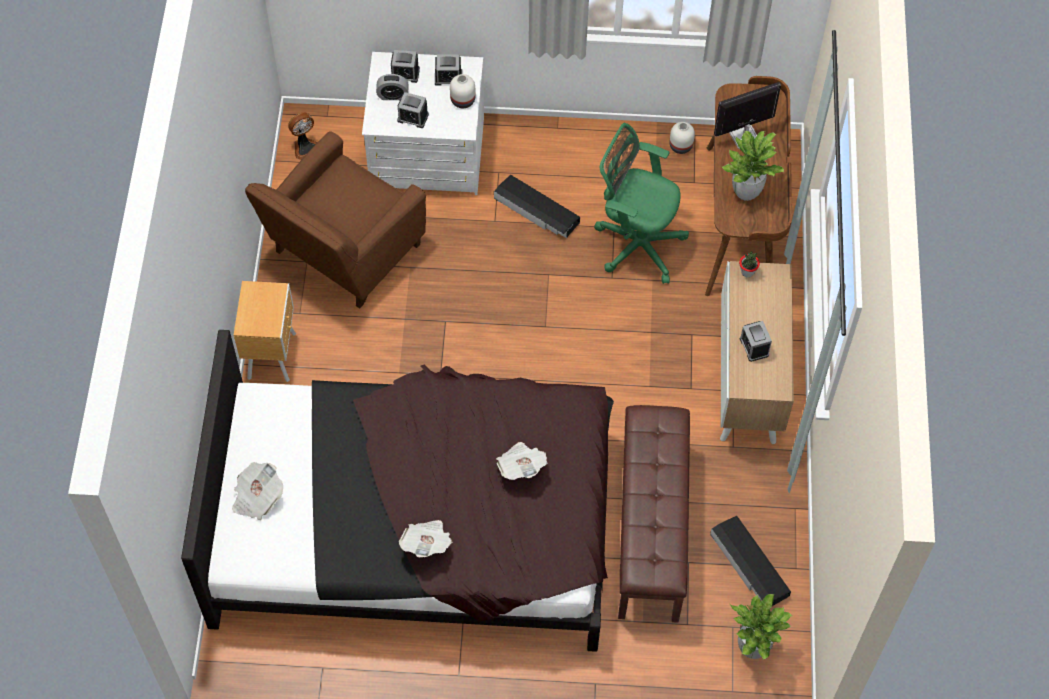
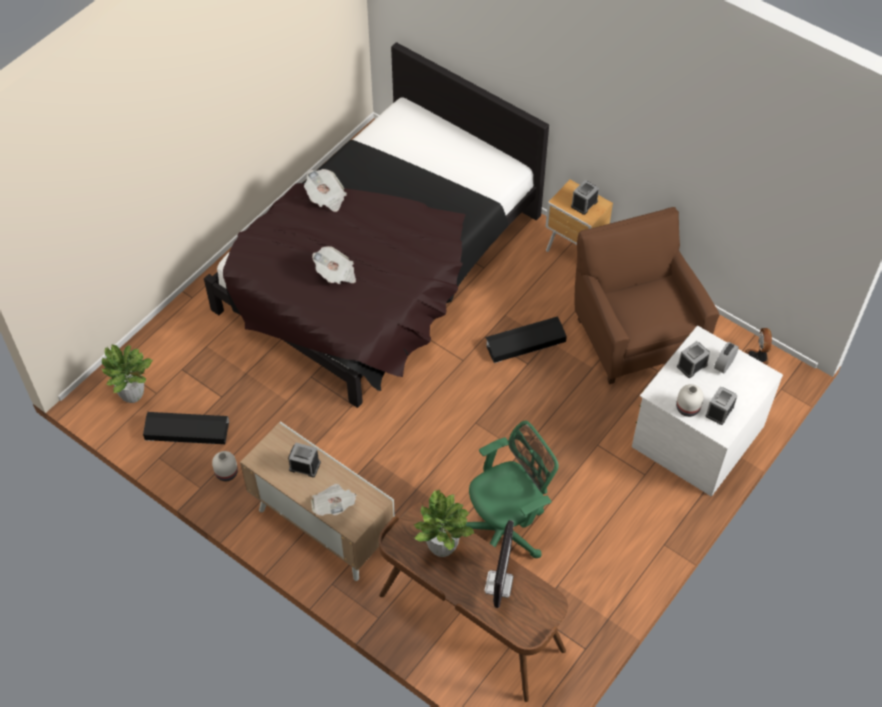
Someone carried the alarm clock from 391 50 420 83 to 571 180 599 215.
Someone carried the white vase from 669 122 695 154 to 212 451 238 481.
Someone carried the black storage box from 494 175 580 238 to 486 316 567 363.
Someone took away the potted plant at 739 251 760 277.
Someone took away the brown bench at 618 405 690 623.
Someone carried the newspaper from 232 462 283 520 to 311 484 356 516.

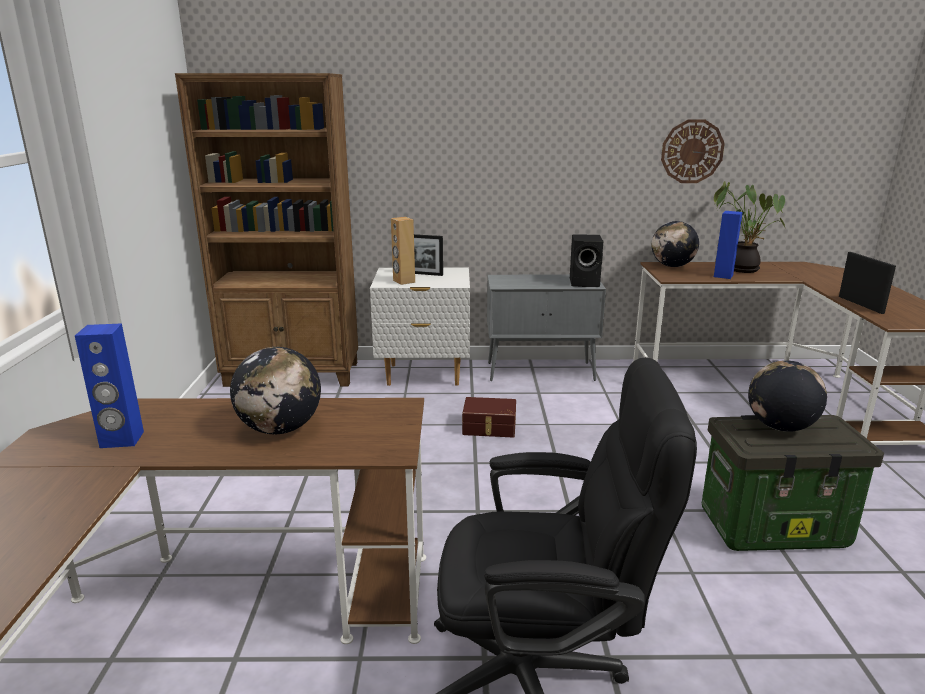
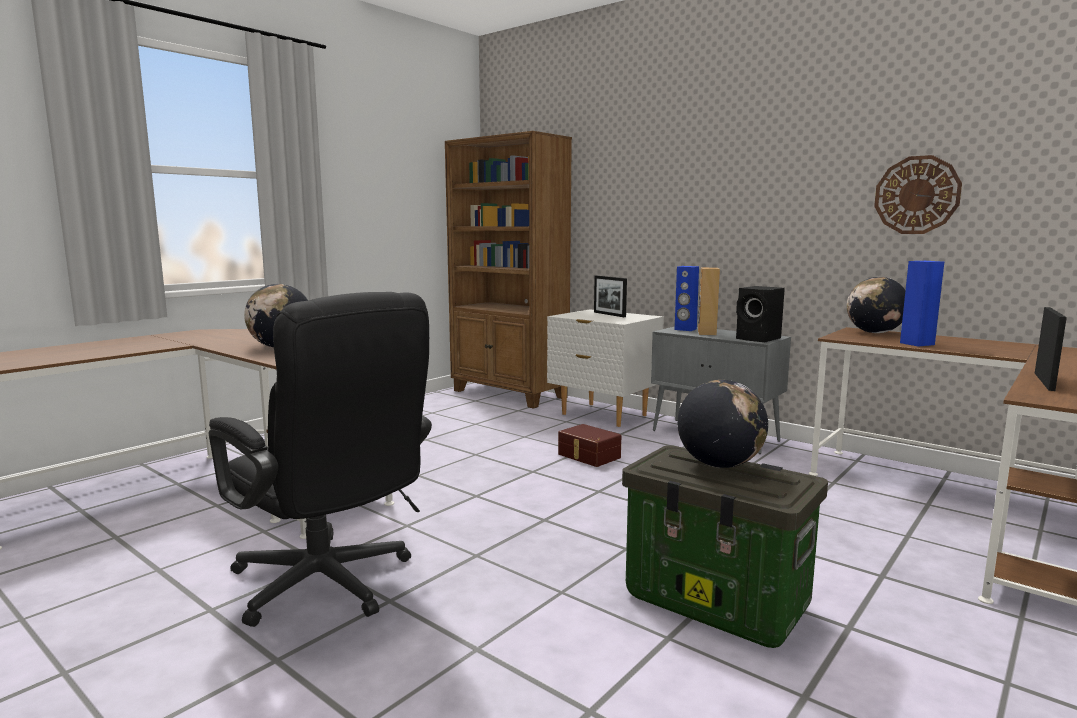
Someone took away the potted plant at 714 181 786 273.
Someone carried the brown speaker from 391 217 415 285 to 698 268 720 335.
Someone carried the blue speaker from 75 323 144 448 to 674 266 699 331.

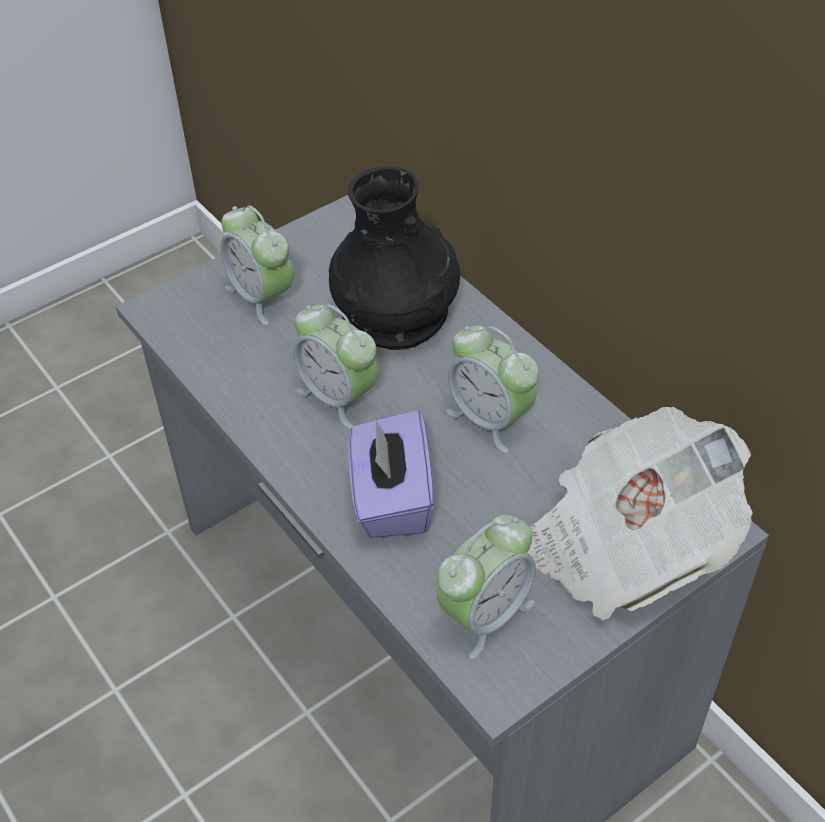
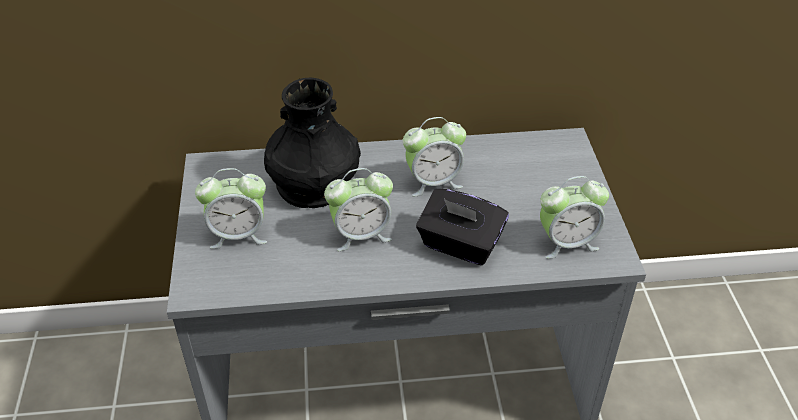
Someone took away the newspaper at 527 407 753 620.
Someone repainted the purple tissue box at 349 410 434 538, which became the black tissue box at 416 189 509 265.
Someone rotated the alarm clock at 437 515 536 659 by 90 degrees clockwise.

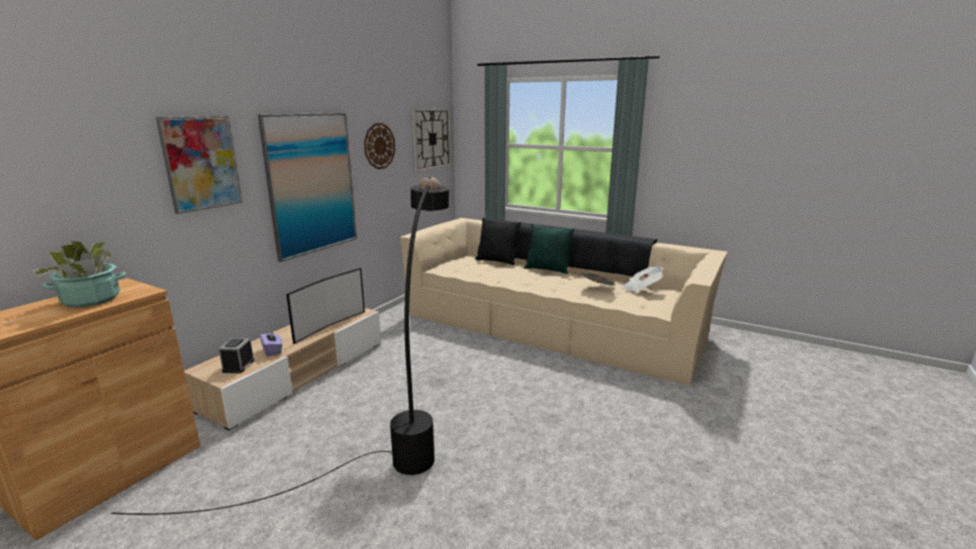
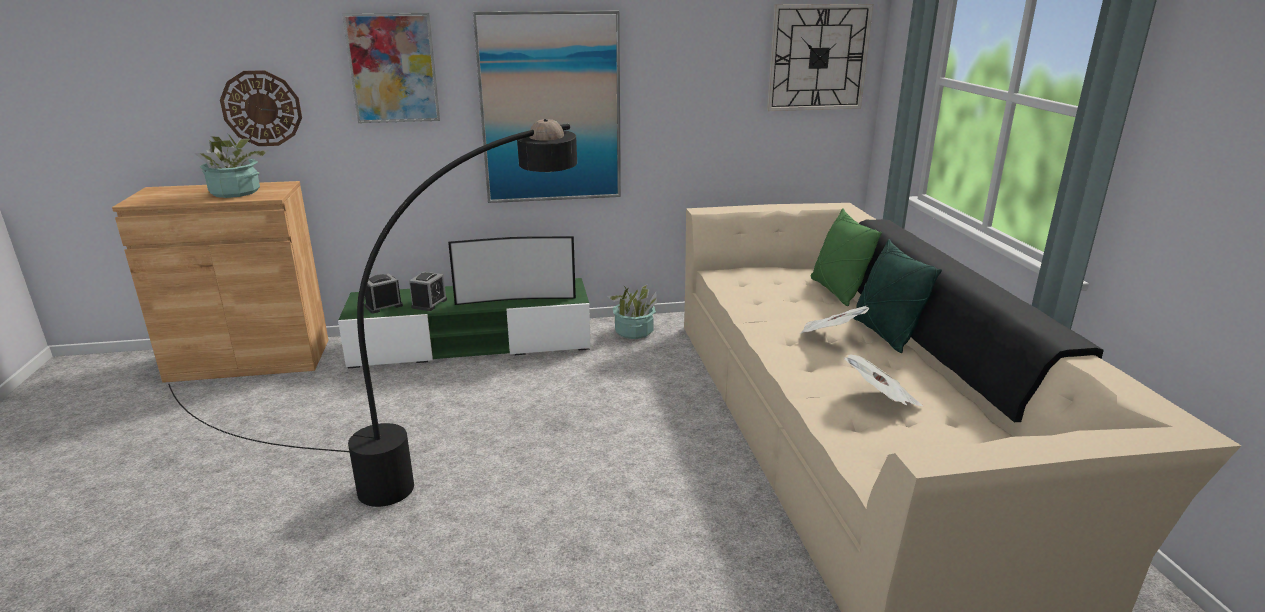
Someone carried the wall clock from 364 123 395 169 to 220 70 302 146.
Someone repainted the black pillow at 475 217 521 265, which became the green pillow at 811 209 882 306.
Someone carried the newspaper from 621 267 663 292 to 799 305 869 334.
Someone repainted the beige tv stand at 184 308 381 430, which became the green tv stand at 338 278 590 368.
Someone swapped the purple tissue box at 260 330 282 356 for the alarm clock at 409 272 447 311.
Someone put down the potted plant at 607 285 657 339.

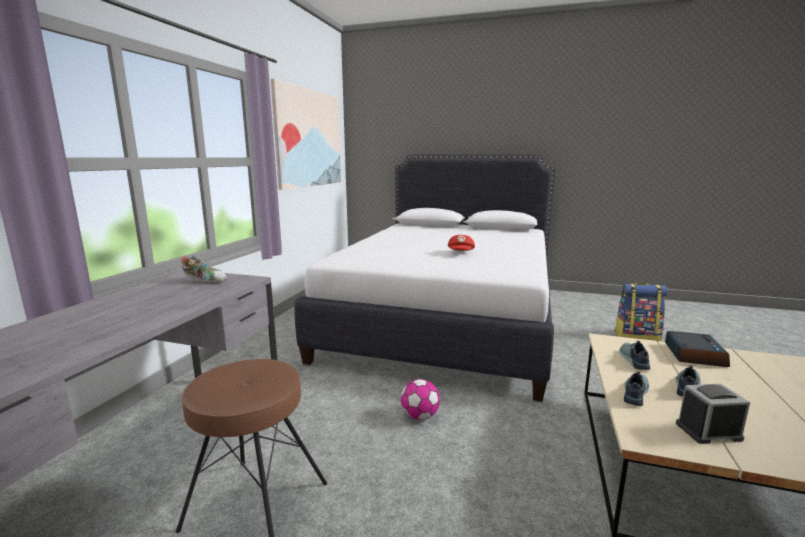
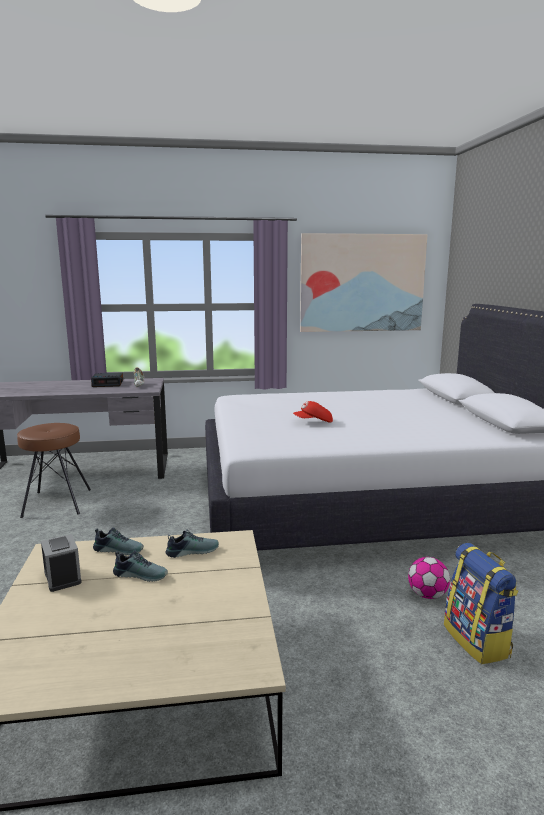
Someone carried the alarm clock from 665 331 730 367 to 91 373 123 387.
Someone carried the football from 401 379 440 420 to 408 557 450 599.

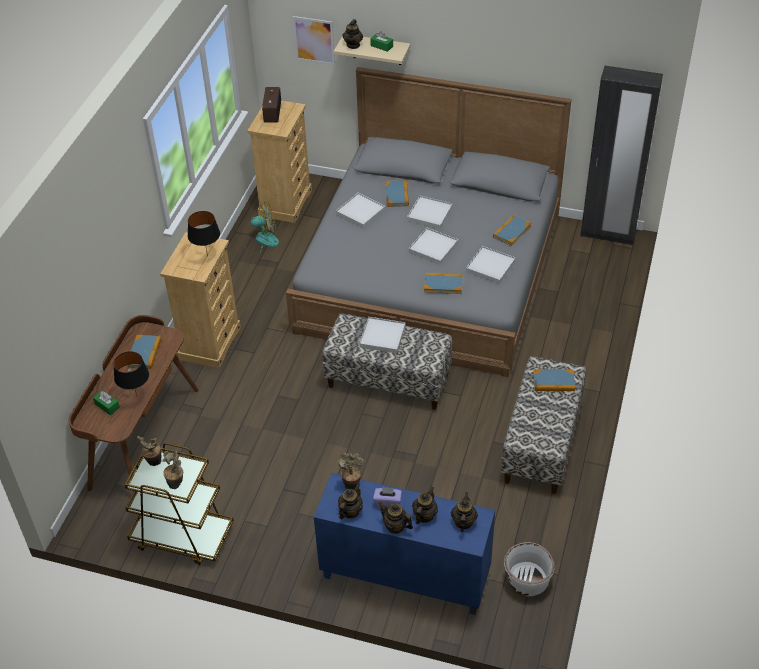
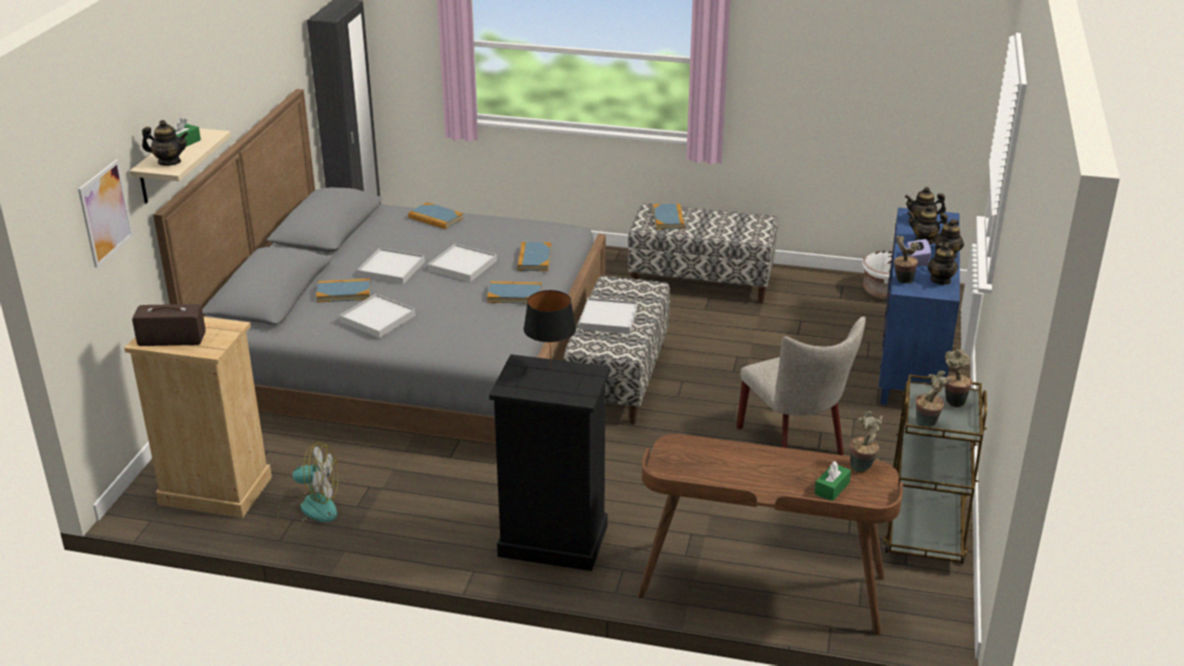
Someone rotated the fan at 243 202 279 255 by 105 degrees clockwise.
Someone repainted the beige dresser at 160 232 241 368, which became the black dresser at 489 354 610 571.
Someone took away the white tray at 466 246 516 284.
Someone carried the book from 127 335 161 369 to 487 281 542 304.
Someone took away the black table lamp at 113 351 149 396.
Someone rotated the teapot at 338 483 363 519 by 120 degrees counterclockwise.
Someone put down the beige chair at 736 316 866 455.
Someone put down the potted plant at 850 411 883 472.

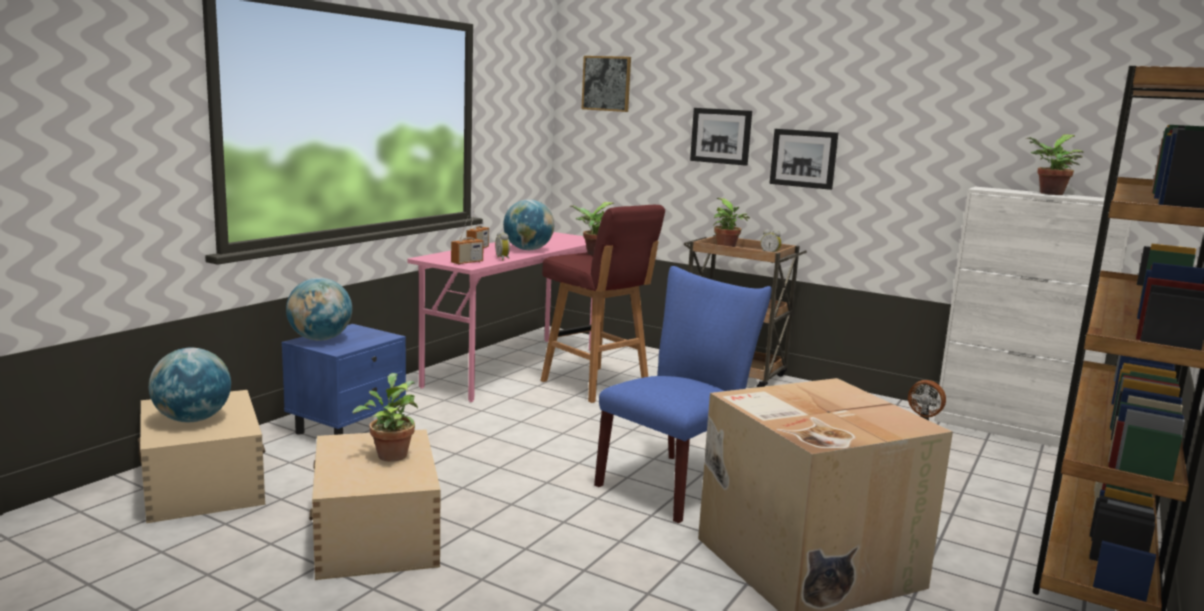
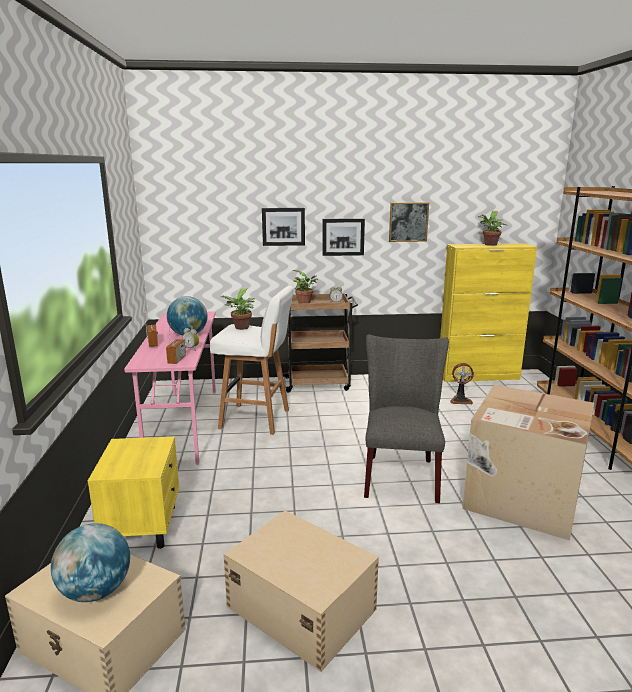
Someone carried the picture from 581 56 631 112 to 389 202 429 242.
Someone repainted the white cabinet at 934 187 1132 448, which became the yellow cabinet at 440 243 537 382.
Someone repainted the red stool at 541 205 665 403, which became the white stool at 210 286 294 435.
Someone repainted the blue chair at 594 266 772 523, which became the grey chair at 364 334 449 503.
Someone took away the globe at 286 278 352 341.
Someone repainted the blue nightstand at 282 324 406 435, which became the yellow nightstand at 88 437 179 549.
Someone took away the potted plant at 352 373 418 462.

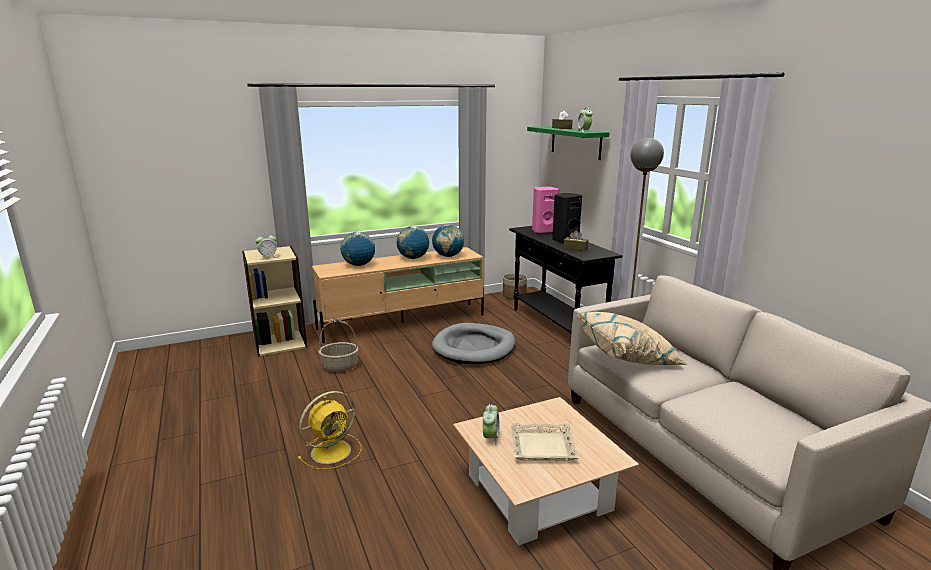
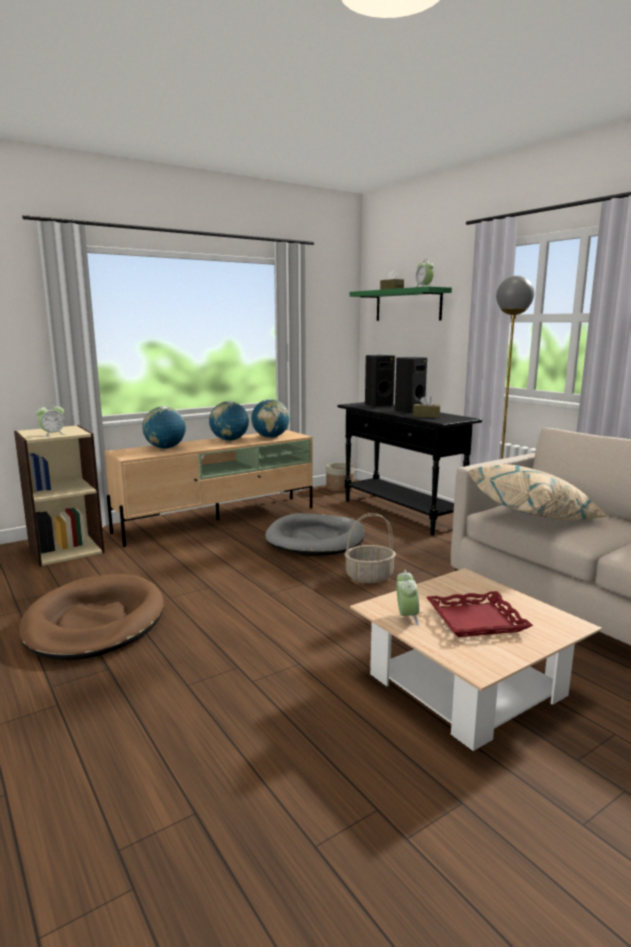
Someone repainted the pink speaker at 532 187 559 233, which became the black speaker at 365 355 395 407.
Someone carried the basket from 318 320 359 372 to 344 513 396 583.
Someone took away the yellow fan at 298 391 361 470.
Someone repainted the beige tray at 510 423 579 461, which became the red tray at 426 591 533 637.
Someone put down the brown dog bed at 19 574 164 660.

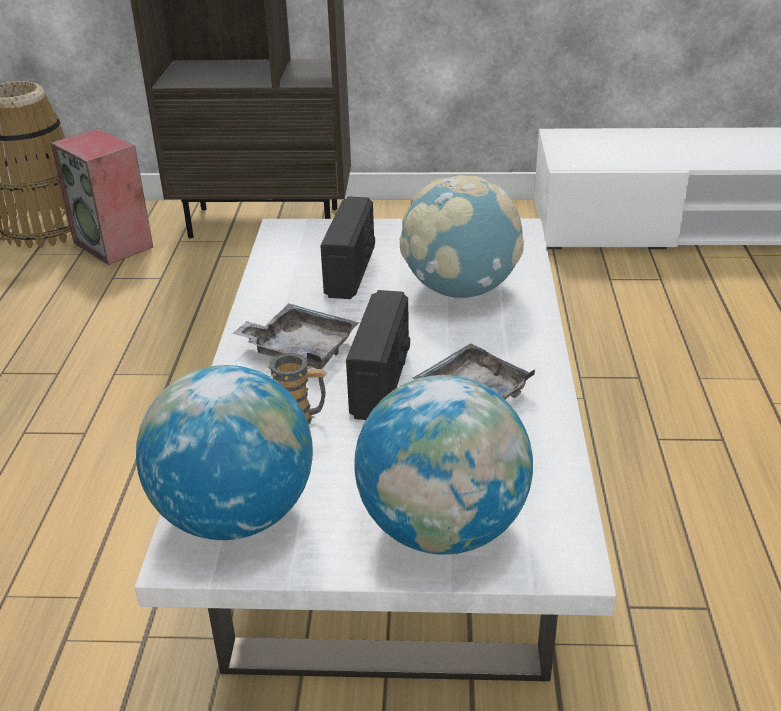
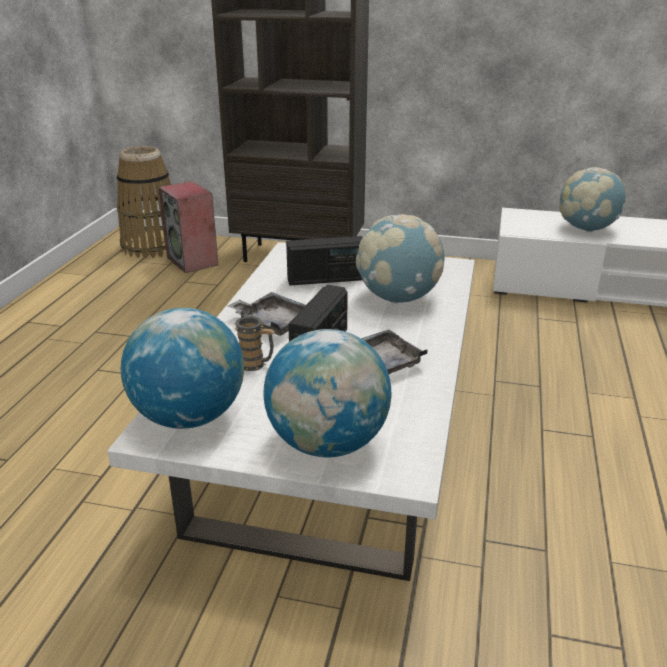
Someone rotated the radio at 320 196 375 299 by 60 degrees clockwise.
Someone put down the globe at 559 167 626 232.

